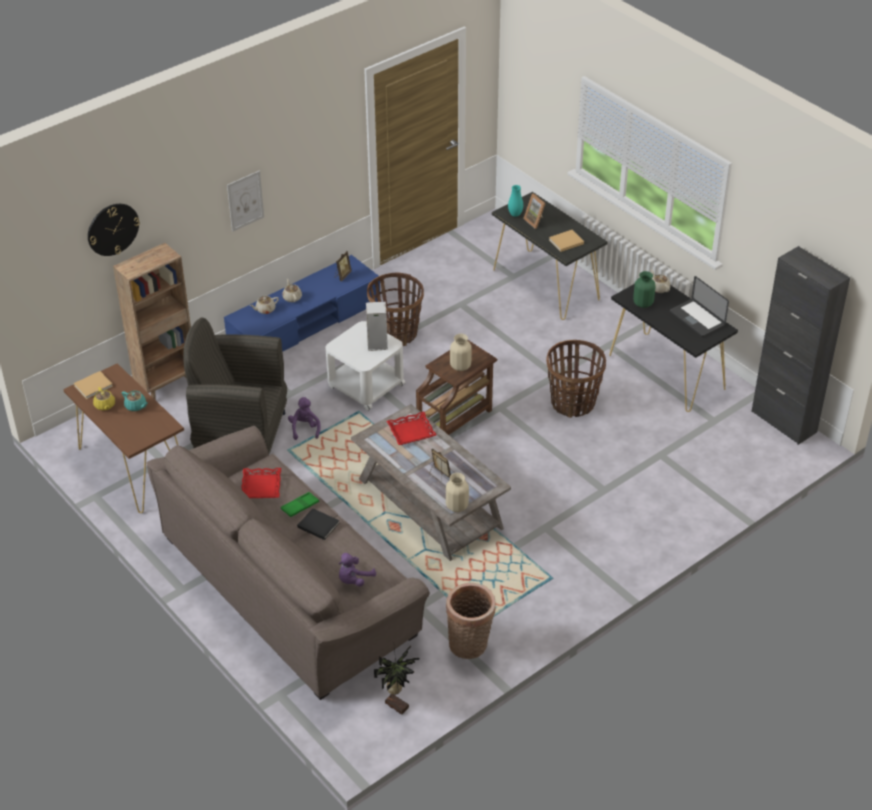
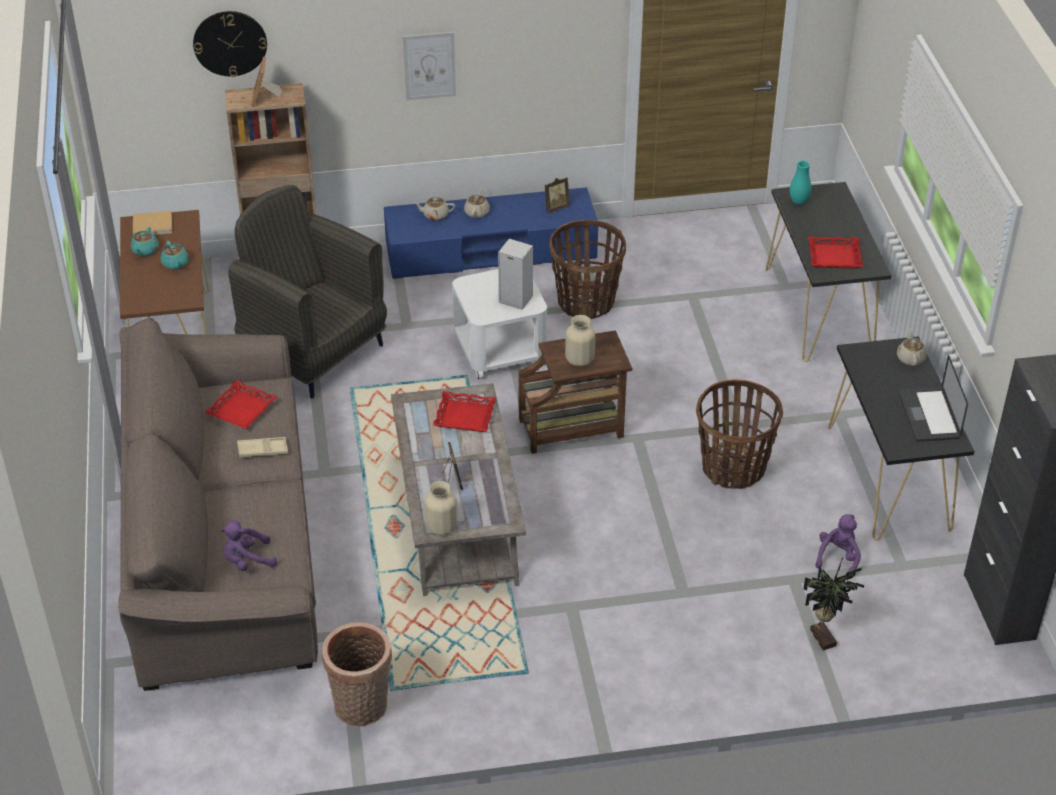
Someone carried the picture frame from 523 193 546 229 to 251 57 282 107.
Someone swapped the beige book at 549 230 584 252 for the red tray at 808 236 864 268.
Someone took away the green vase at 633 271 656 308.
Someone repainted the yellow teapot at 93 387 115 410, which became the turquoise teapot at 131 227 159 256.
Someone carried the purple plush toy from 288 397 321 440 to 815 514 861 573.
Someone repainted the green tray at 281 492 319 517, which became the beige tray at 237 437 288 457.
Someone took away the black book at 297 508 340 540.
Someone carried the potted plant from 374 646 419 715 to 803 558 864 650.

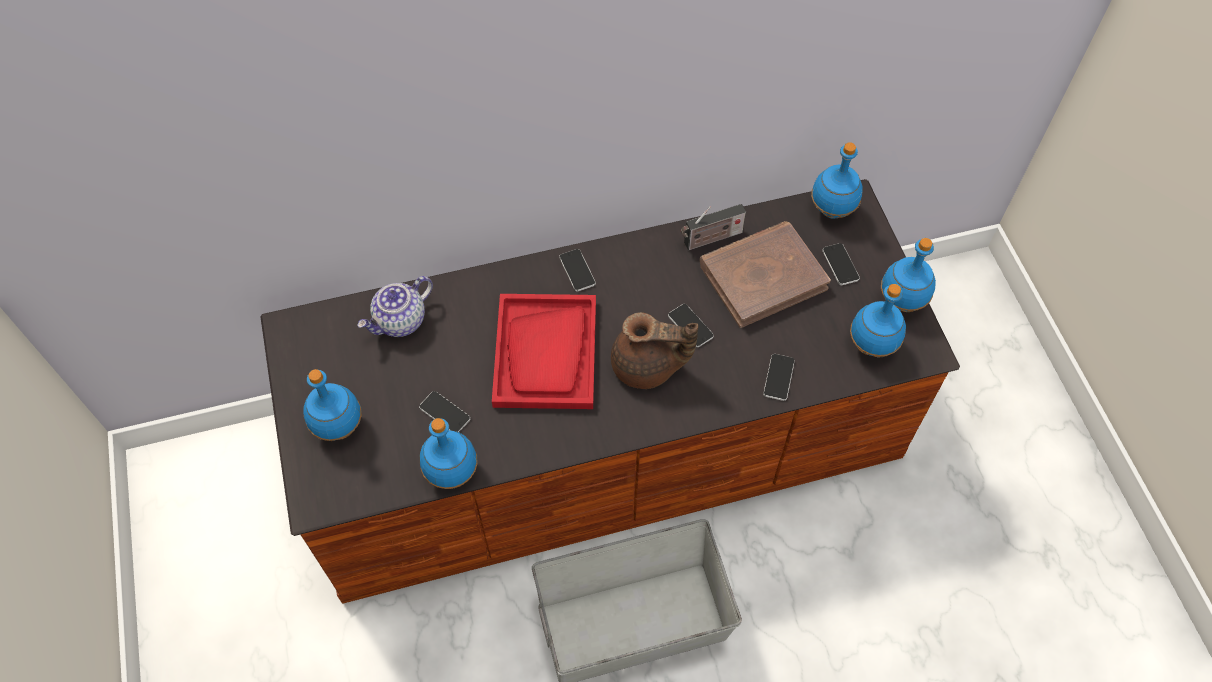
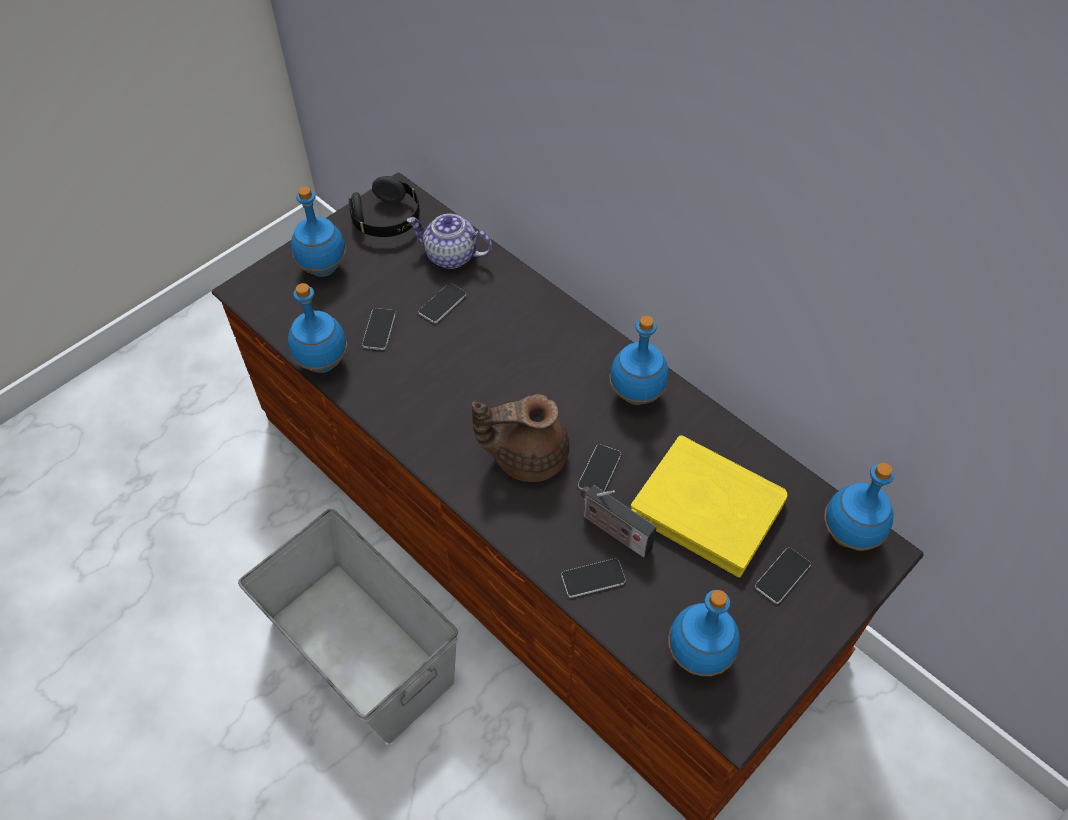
Someone carried the radio from 681 204 746 250 to 580 485 657 558.
Someone repainted the brown book at 700 221 831 328, which became the yellow book at 631 435 787 578.
Someone carried the blue bottle from 881 238 936 312 to 609 316 669 405.
Someone carried the phone from 559 249 596 292 to 418 283 466 323.
Someone took away the red tray at 492 294 596 409.
Someone rotated the brown teapot at 611 312 698 389 by 105 degrees clockwise.
Someone put down the black headphones at 349 176 420 237.

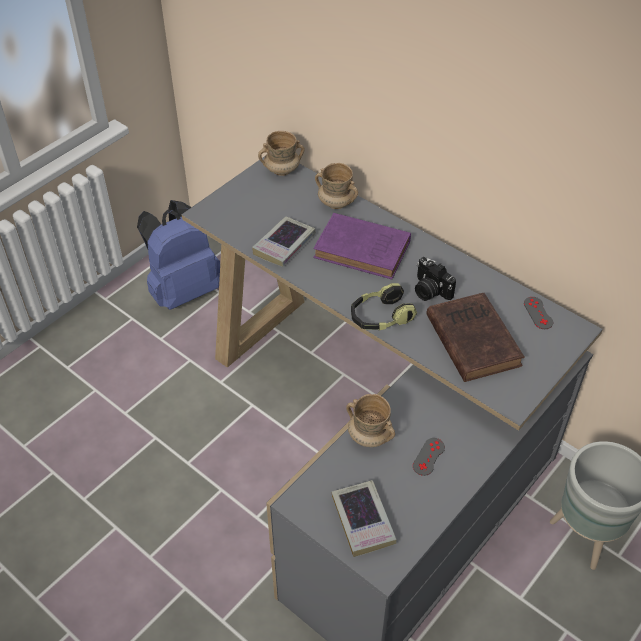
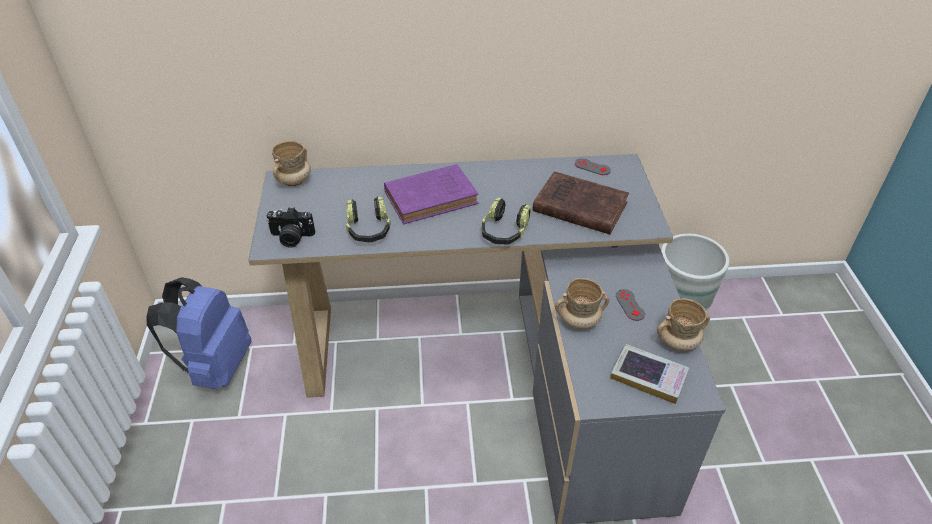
Someone carried the beige mug from 315 163 358 209 to 657 299 710 351.
Someone swapped the book at 252 216 315 267 for the headphones at 346 197 390 242.
Someone carried the photo camera from 415 257 456 301 to 266 207 315 248.

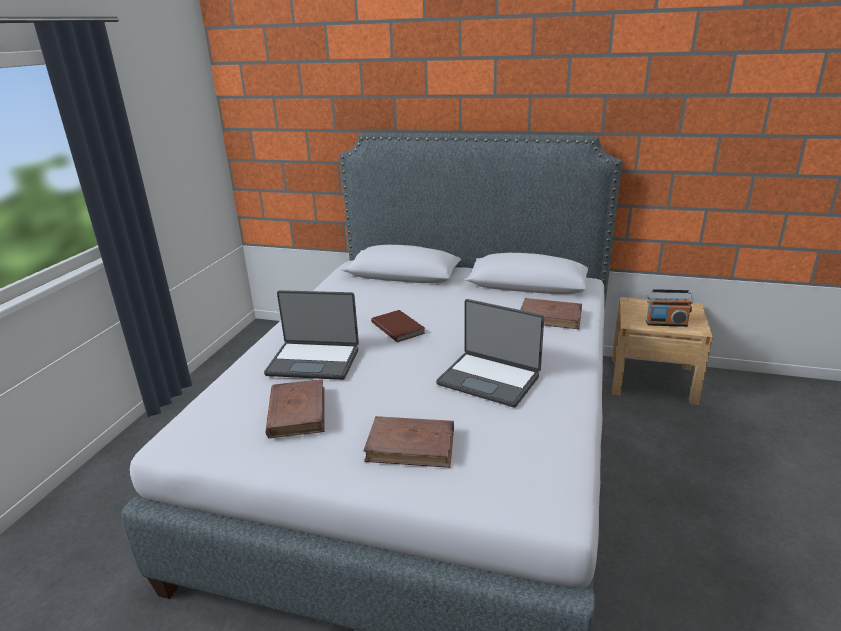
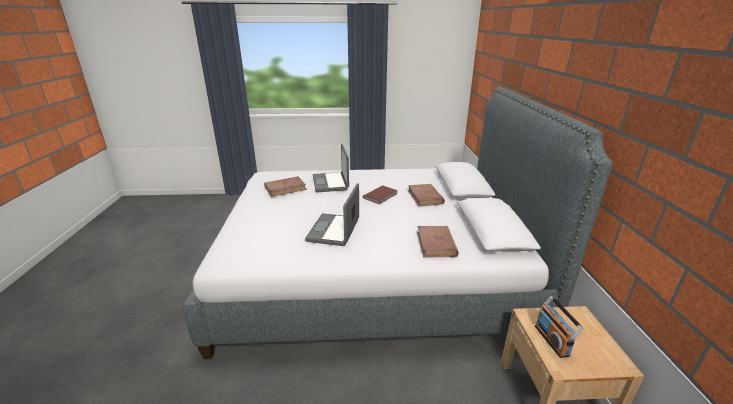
Someone carried the brown book from 363 416 454 468 to 408 184 445 206.

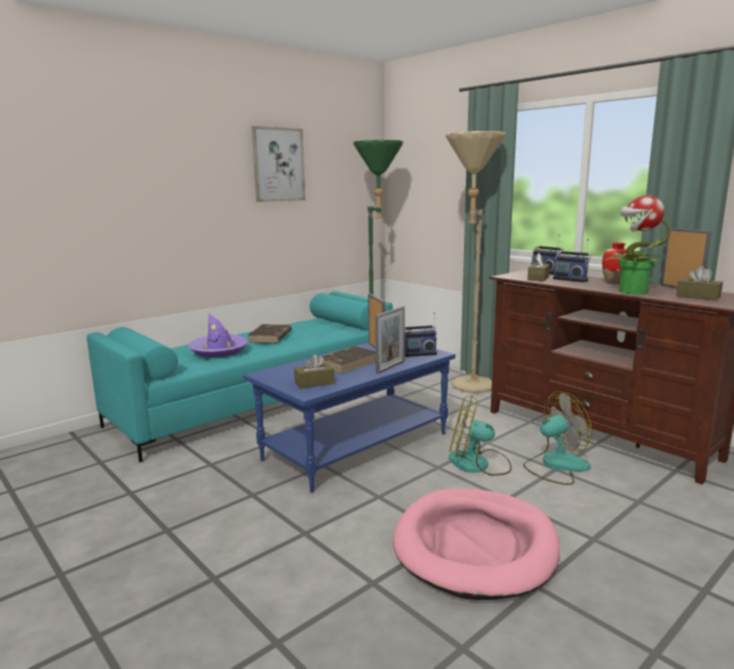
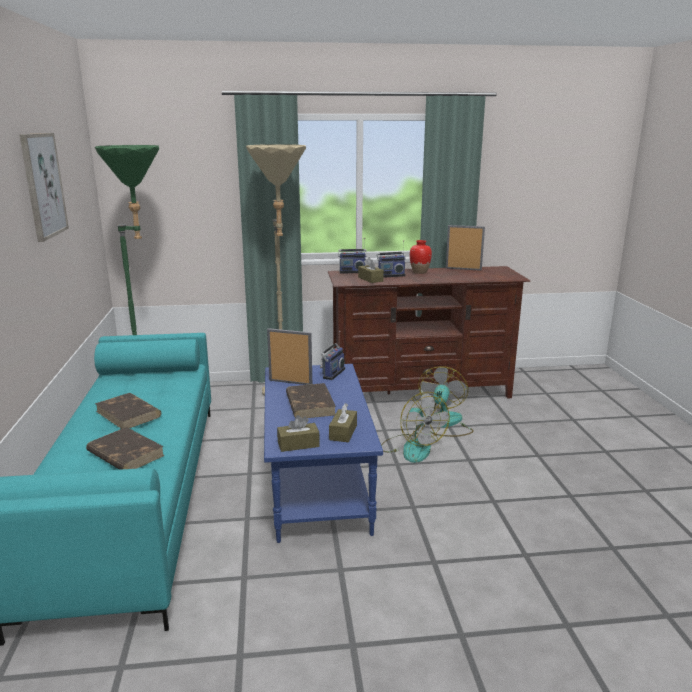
Someone took away the potted plant at 604 195 671 294.
Someone carried the brown tissue box from 676 266 723 300 to 277 415 320 452.
Someone took away the picture frame at 375 306 405 374.
Someone swapped the purple hat at 187 314 248 358 for the brown book at 86 427 165 470.
Someone rotated the fan at 449 396 512 476 by 75 degrees counterclockwise.
Someone took away the pink dog bed at 393 488 560 600.

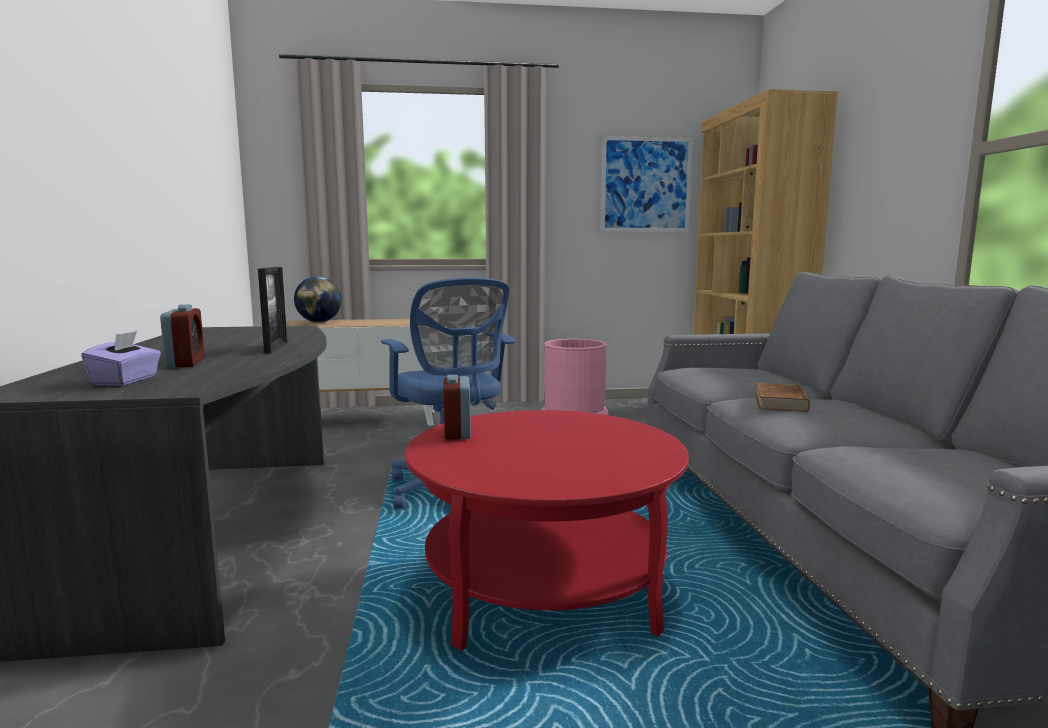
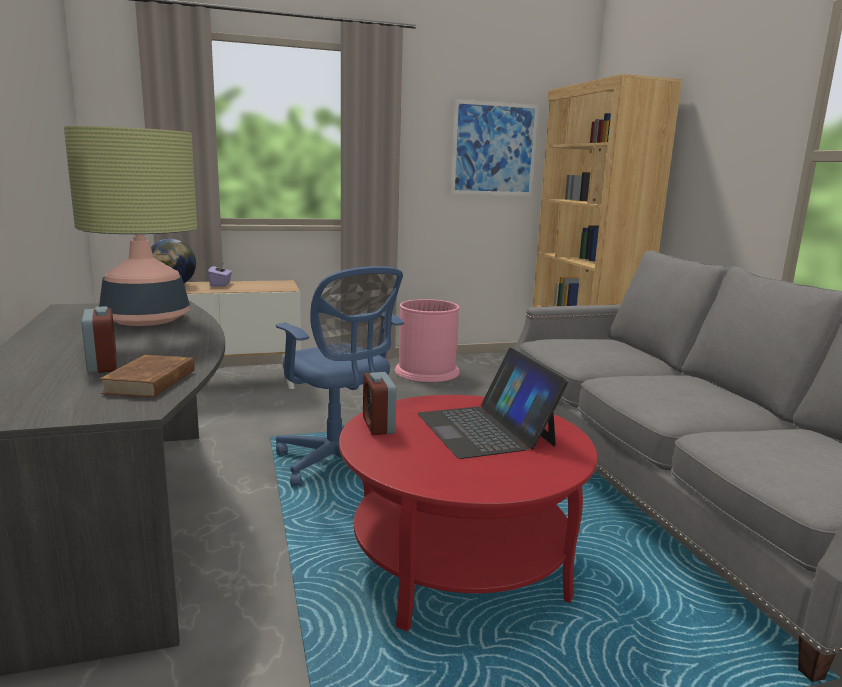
Someone took away the picture frame at 258 267 288 354.
Someone carried the purple tissue box from 81 331 161 386 to 208 261 232 287.
Someone carried the brown book from 755 383 810 412 to 99 355 195 398.
Someone put down the table lamp at 64 126 197 326.
Someone put down the laptop at 417 347 568 459.

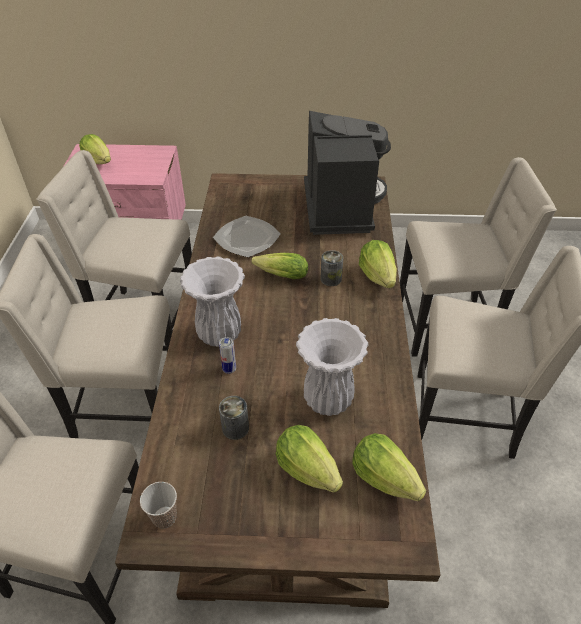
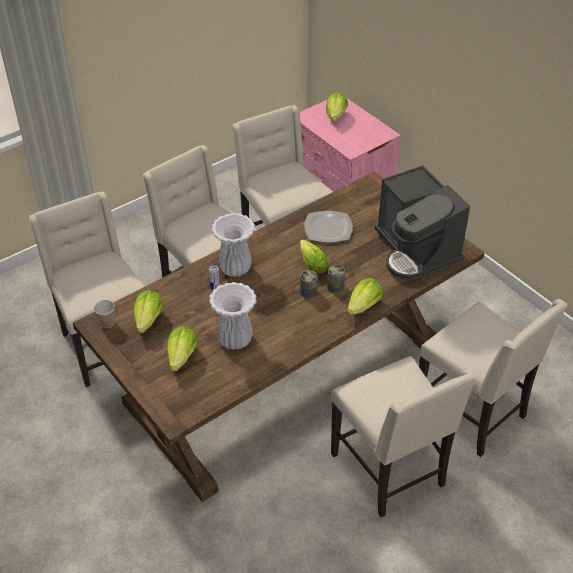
Someone rotated the coffee machine at 304 111 391 235 by 105 degrees clockwise.
Someone carried the can from 219 396 249 440 to 300 270 318 299.
Someone carried the lettuce from 352 433 426 501 to 134 290 164 333.

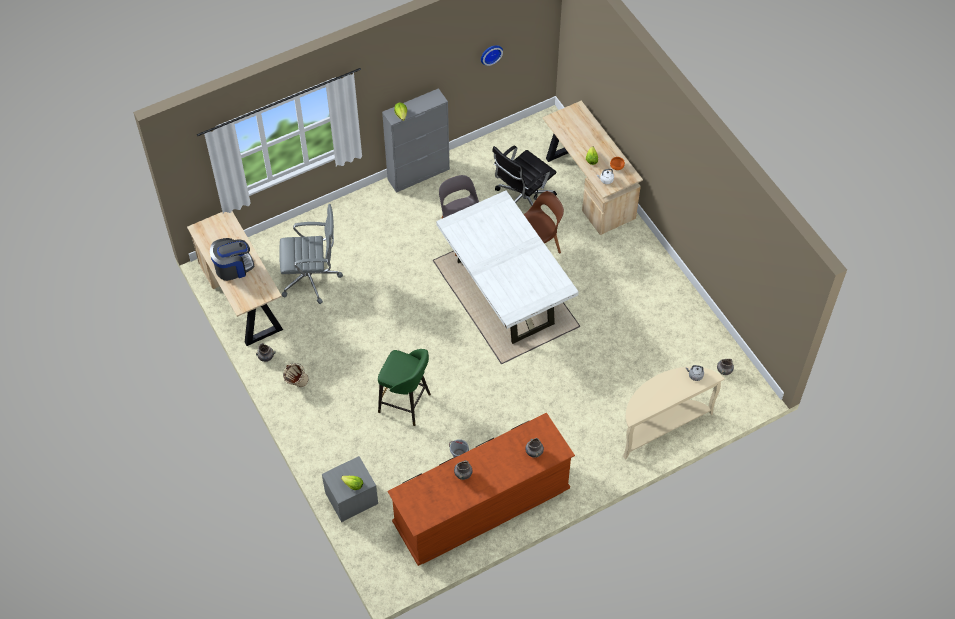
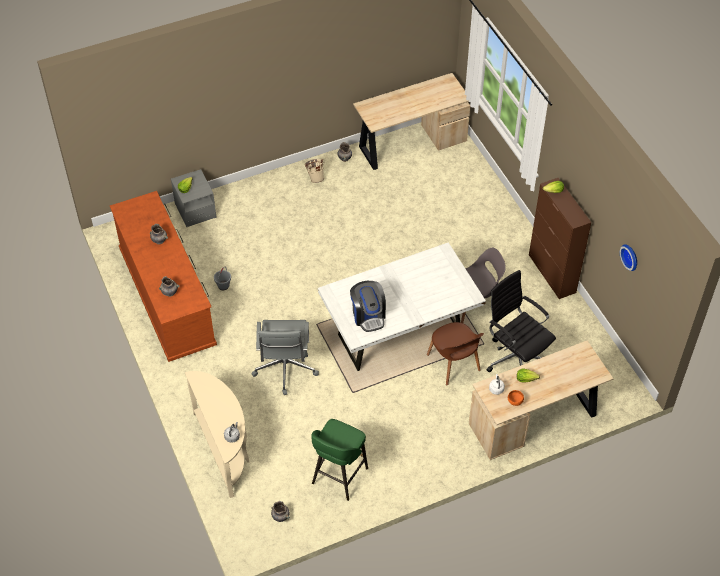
Someone repainted the grey cabinet at 382 88 450 193, which became the brown cabinet at 529 178 592 299.
Someone carried the grey office chair from 279 204 343 304 to 251 320 319 395.
Someone carried the coffee machine from 210 238 254 281 to 350 281 386 332.
Someone carried the green stool from 378 349 431 426 to 311 419 368 501.

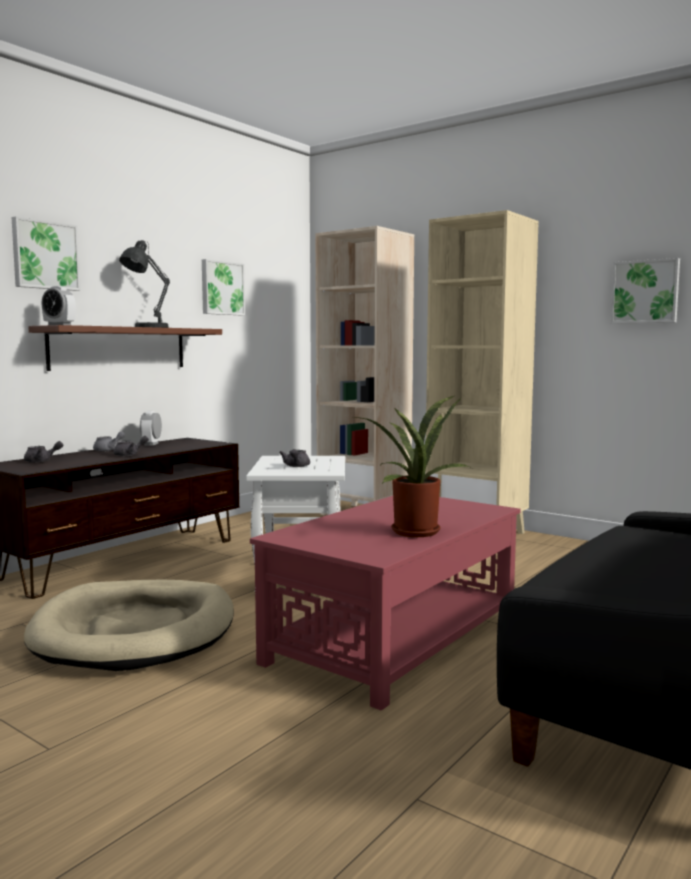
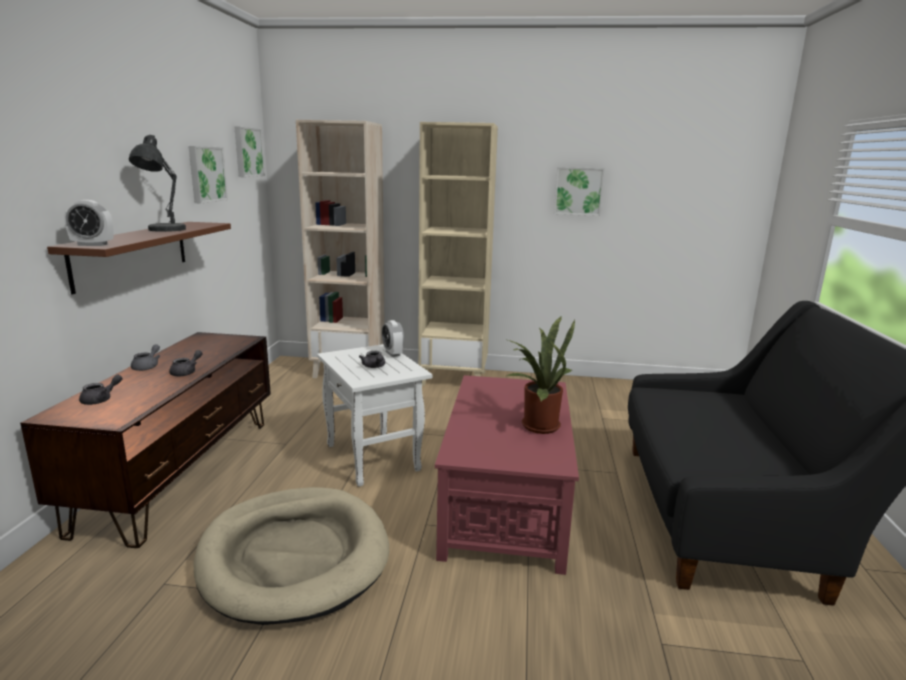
Someone carried the picture from 11 216 81 291 to 234 126 265 177.
Someone carried the alarm clock from 140 411 162 446 to 382 320 404 357.

